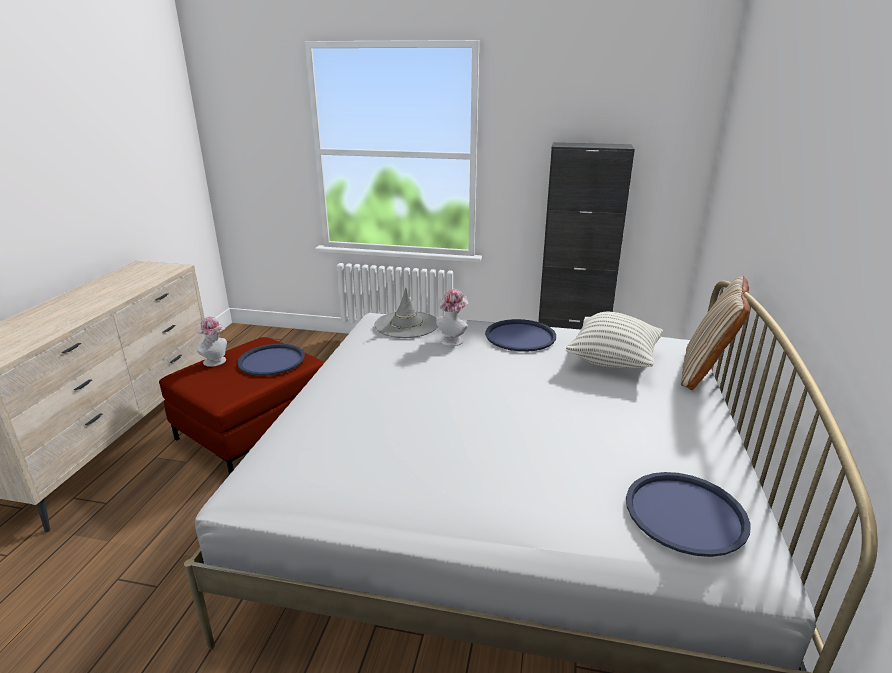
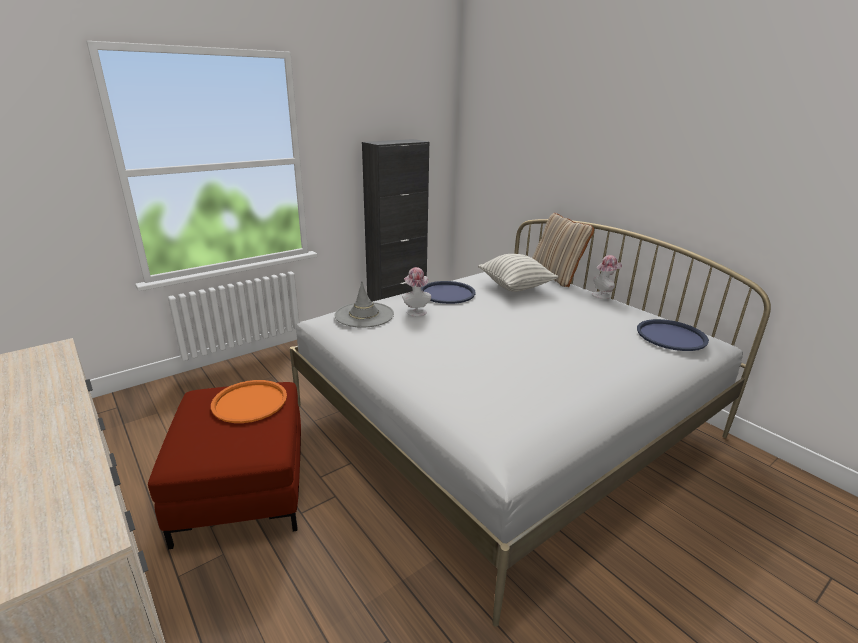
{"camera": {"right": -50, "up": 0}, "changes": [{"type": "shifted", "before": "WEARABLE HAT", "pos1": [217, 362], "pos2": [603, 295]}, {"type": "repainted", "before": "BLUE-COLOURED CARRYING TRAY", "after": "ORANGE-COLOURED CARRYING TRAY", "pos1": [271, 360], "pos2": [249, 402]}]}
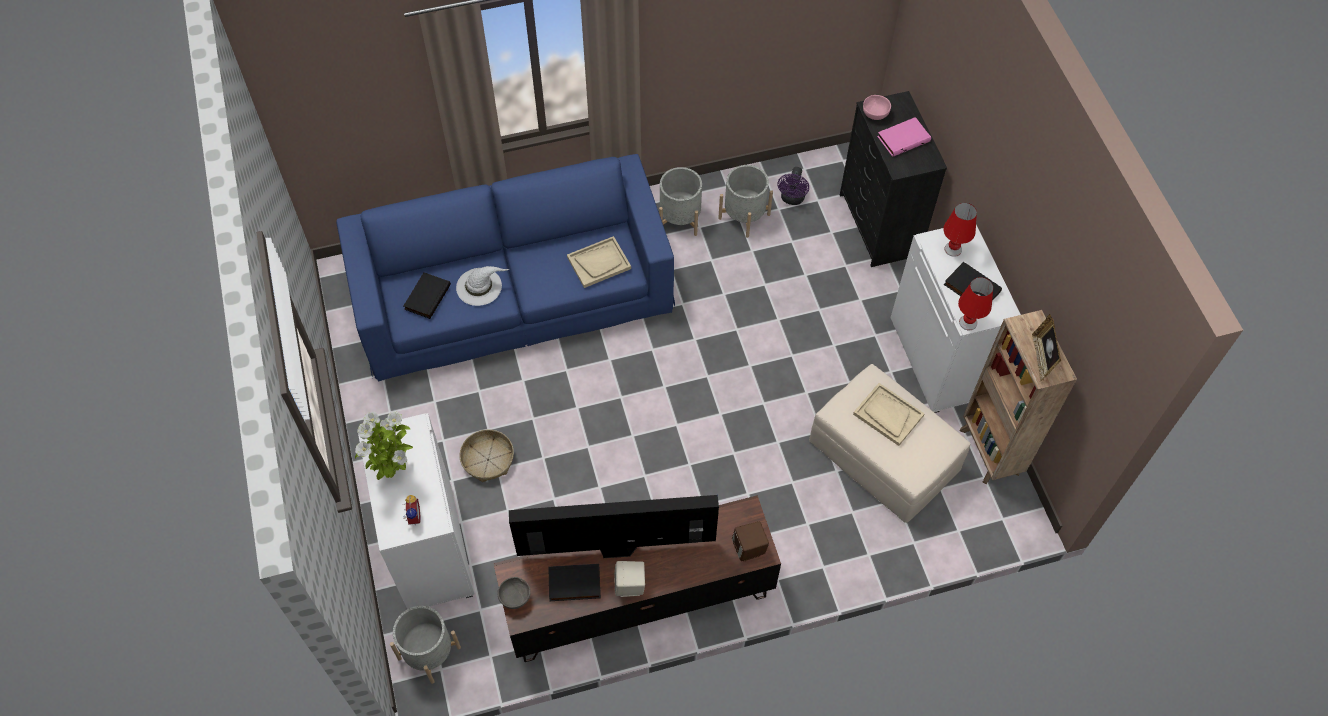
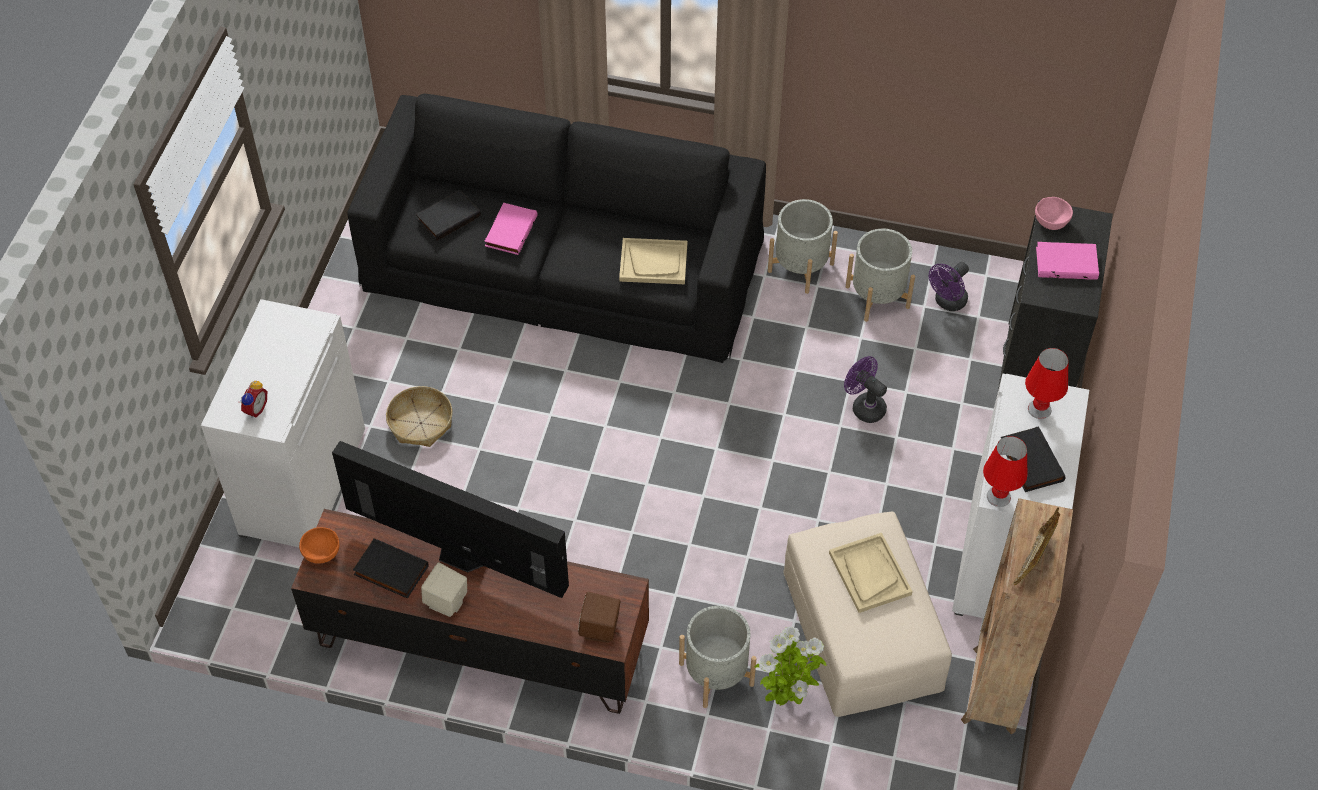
{"camera": {"right": 30, "up": -5}, "changes": [{"type": "repainted", "before": "BLUE-COLOURED COUCH", "after": "BLACK COUCH", "pos1": [513, 291], "pos2": [563, 262]}, {"type": "swapped", "before": "WHITE WEARABLE HAT", "after": "PINKISH BOOK", "pos1": [479, 286], "pos2": [510, 230]}, {"type": "shifted", "before": "HOUSEPLANT", "pos1": [394, 471], "pos2": [786, 699]}, {"type": "repainted", "before": "GREYISH SERVING BOWL", "after": "ORANGE-COLOURED SERVING BOWL", "pos1": [516, 598], "pos2": [322, 554]}, {"type": "shifted", "before": "GREYISH PLANTER", "pos1": [429, 653], "pos2": [716, 674]}, {"type": "new", "after": "PURPLE-COLOURED ELECTRIC FAN", "pos2": [864, 406]}]}
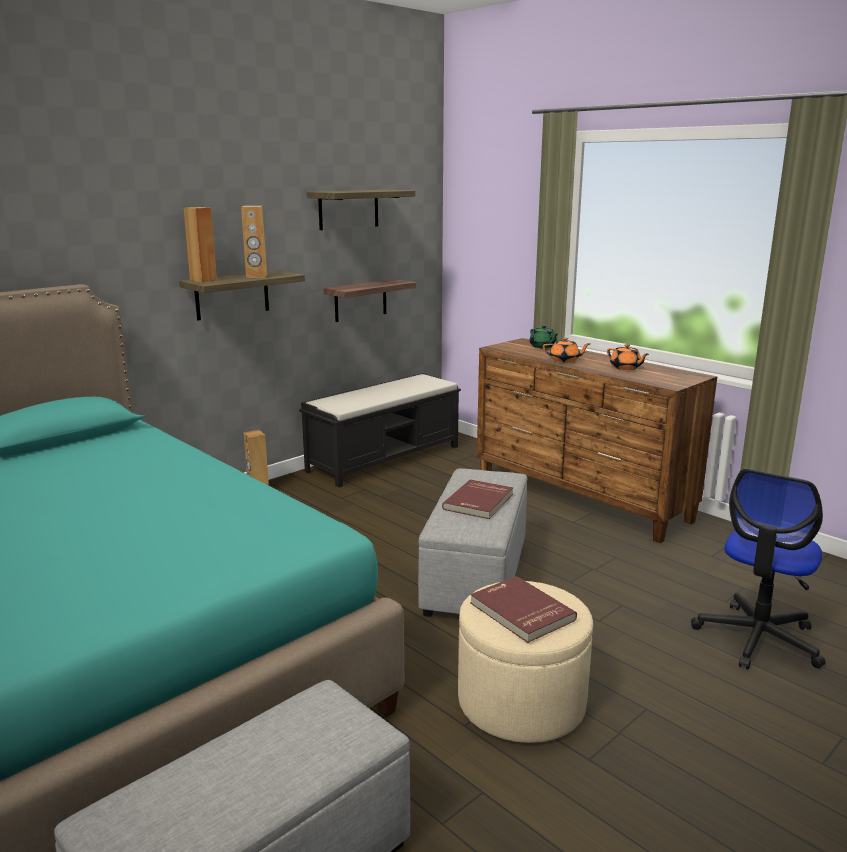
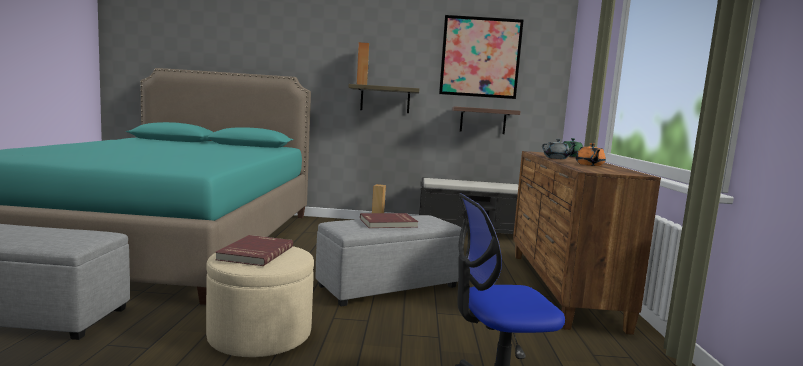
{"camera": {"right": 45, "up": -10}, "changes": [{"type": "swapped", "before": "WALL SHELF", "after": "WALL PICTURE", "pos1": [348, 209], "pos2": [480, 57]}, {"type": "gone", "before": "BROWN-COLOURED AUDIO SPEAKER", "pos1": [256, 276]}, {"type": "repainted", "before": "ORANGE-COLOURED TEA POT", "after": "GREYISH TEA POT", "pos1": [565, 360], "pos2": [556, 158]}]}
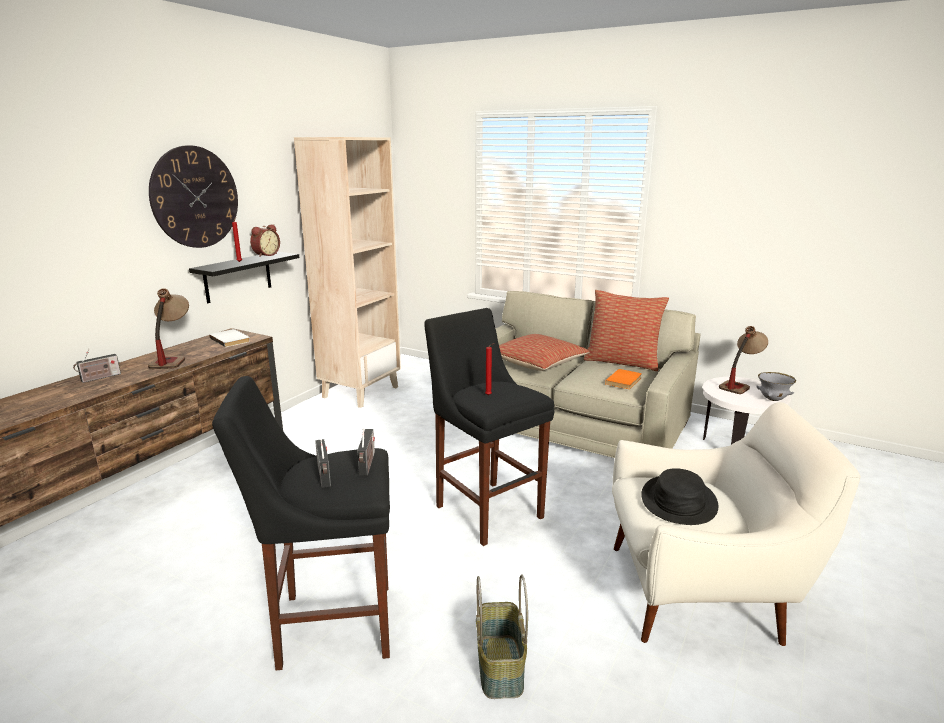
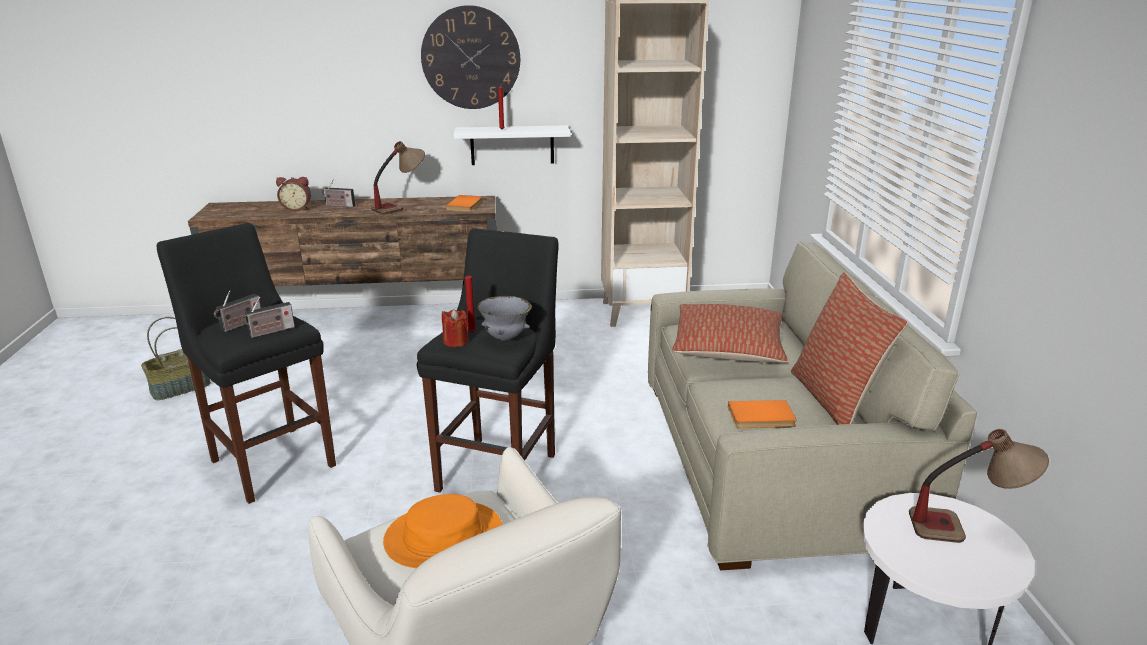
{"camera": {"right": 55, "up": 5}, "changes": [{"type": "shifted", "before": "BEDSIDE CLOCK", "pos1": [265, 255], "pos2": [296, 208]}, {"type": "repainted", "before": "BLACK WALL SHELF", "after": "WHITE WALL SHELF", "pos1": [238, 277], "pos2": [512, 145]}, {"type": "repainted", "before": "WHITE BOOK", "after": "ORANGE-COLOURED BOOK", "pos1": [231, 339], "pos2": [466, 205]}, {"type": "shifted", "before": "GREYISH SERVING BOWL", "pos1": [773, 399], "pos2": [505, 338]}, {"type": "repainted", "before": "BLACK WEARABLE HAT", "after": "ORANGE-COLOURED WEARABLE HAT", "pos1": [678, 501], "pos2": [444, 536]}, {"type": "shifted", "before": "BASKET", "pos1": [501, 667], "pos2": [180, 388]}, {"type": "new", "after": "REDDISH CANDLE", "pos2": [455, 342]}]}
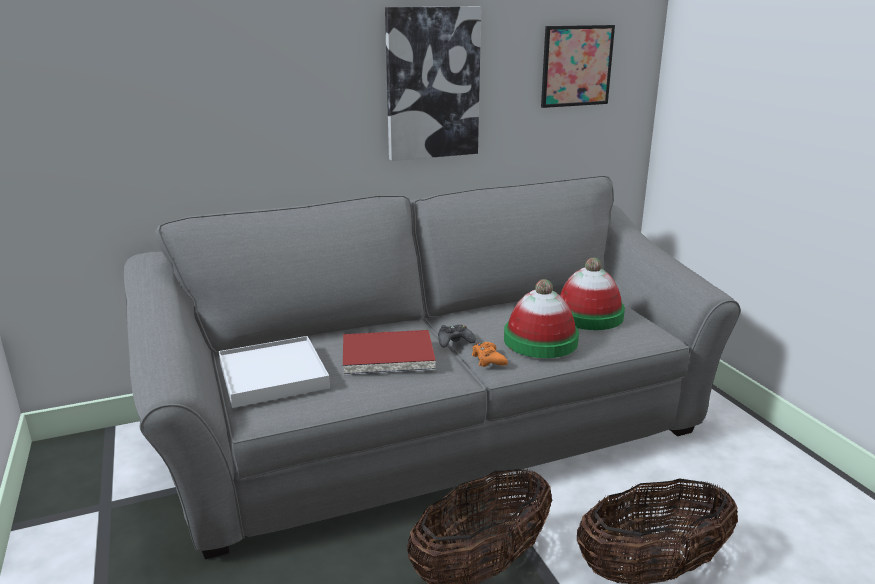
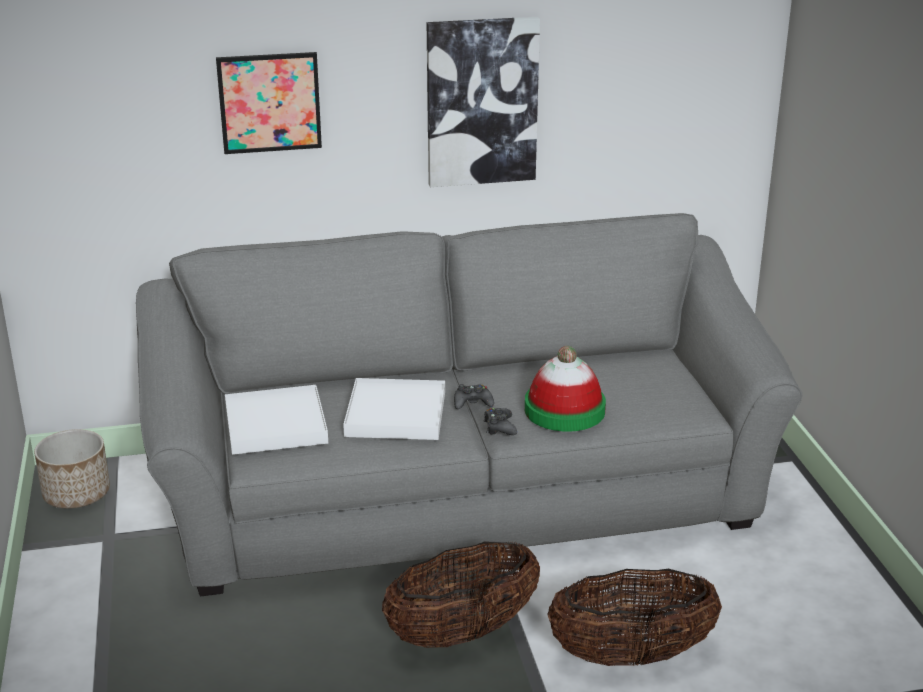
{"camera": {"right": 10, "up": 5}, "changes": [{"type": "shifted", "before": "WALL PICTURE", "pos1": [576, 66], "pos2": [269, 102]}, {"type": "gone", "before": "WEARABLE HAT", "pos1": [588, 315]}, {"type": "swapped", "before": "REDDISH BOOK", "after": "WHITE CARRYING TRAY", "pos1": [388, 356], "pos2": [395, 414]}, {"type": "repainted", "before": "ORANGE-COLOURED GAME CONTROLLER", "after": "BLACK GAME CONTROLLER", "pos1": [488, 360], "pos2": [499, 427]}, {"type": "new", "after": "PLANTER", "pos2": [76, 494]}]}
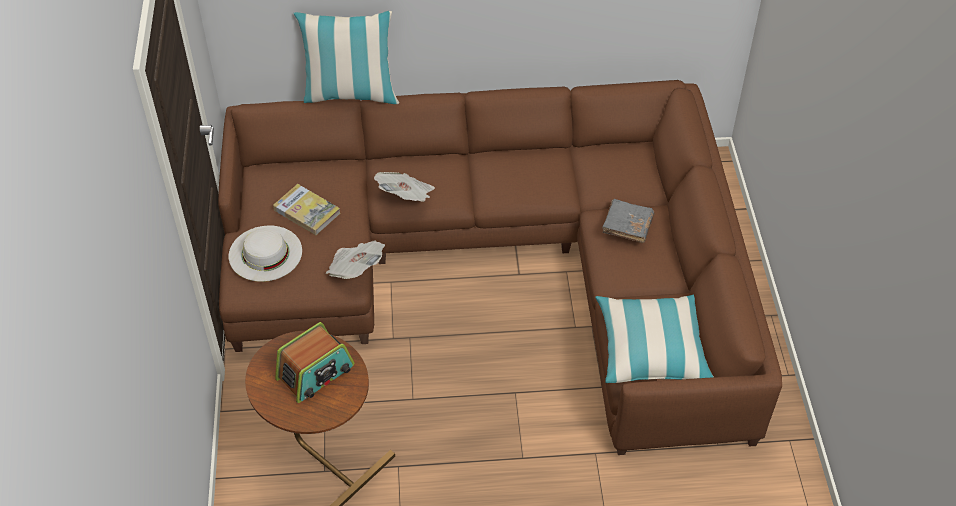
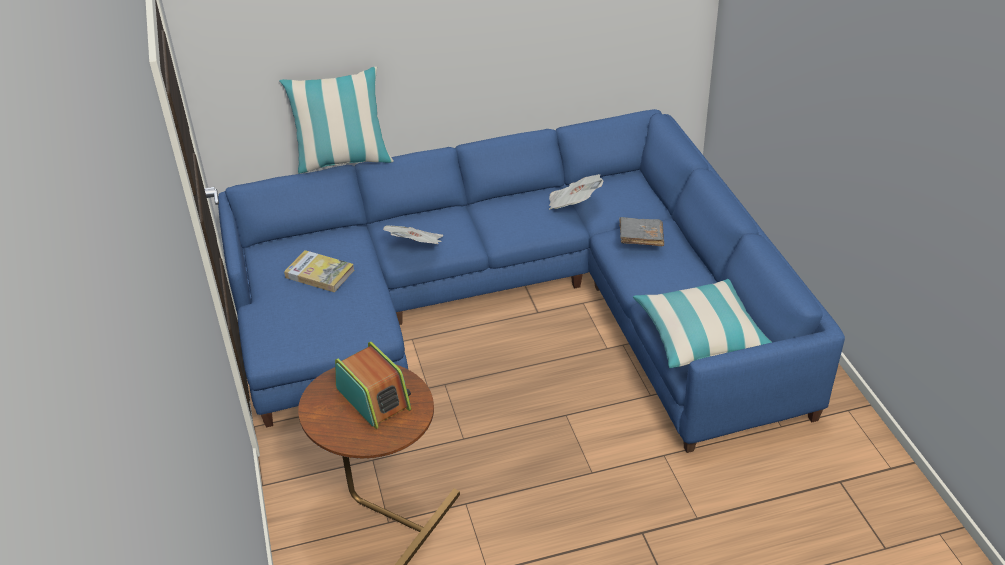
{"camera": {"right": -10, "up": -10}, "changes": [{"type": "repainted", "before": "BROWN-COLOURED COUCH", "after": "BLUE-COLOURED COUCH", "pos1": [504, 262], "pos2": [520, 304]}, {"type": "gone", "before": "WHITE WEARABLE HAT", "pos1": [265, 253]}, {"type": "shifted", "before": "DAILY PAPER", "pos1": [356, 269], "pos2": [573, 204]}, {"type": "rotated", "before": "RADIO SET", "pos1": [315, 373], "pos2": [374, 398], "turn": -75}]}
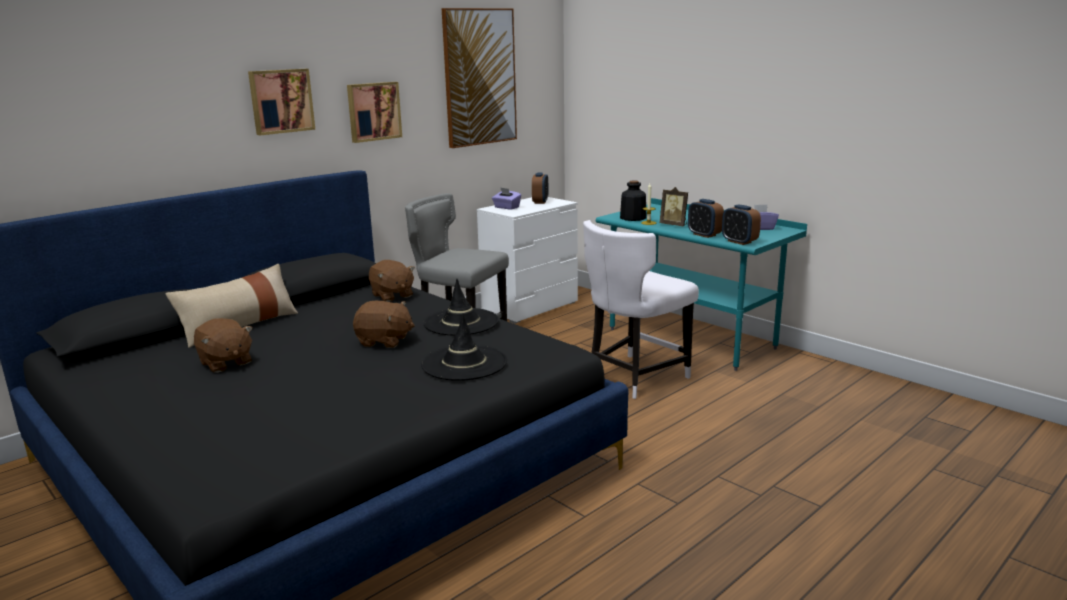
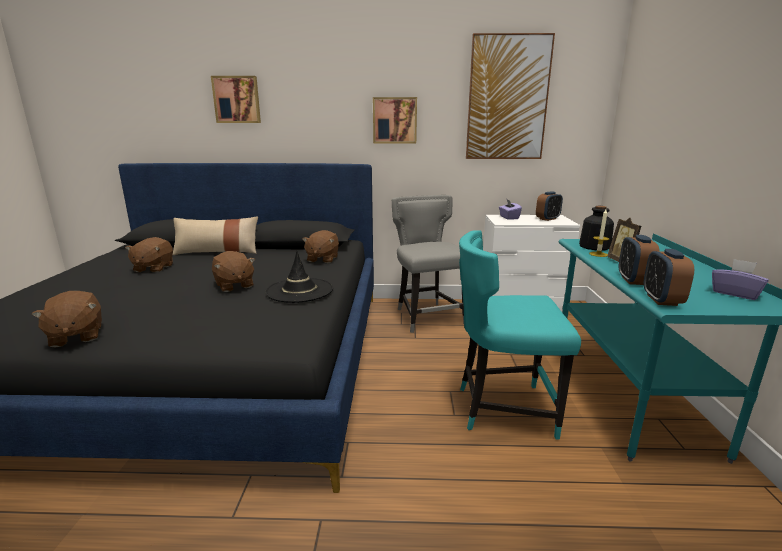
{"camera": {"right": 45, "up": 0}, "changes": [{"type": "shifted", "before": "WALL PICTURE", "pos1": [281, 101], "pos2": [237, 100]}, {"type": "repainted", "before": "WHITE PLAIN CHAIR", "after": "BLUE-GREEN PLAIN CHAIR", "pos1": [633, 377], "pos2": [502, 409]}, {"type": "gone", "before": "BLACK WEARABLE HAT", "pos1": [464, 363]}, {"type": "new", "after": "BROWN-COLOURED CUDDLY TOY", "pos2": [76, 336]}]}
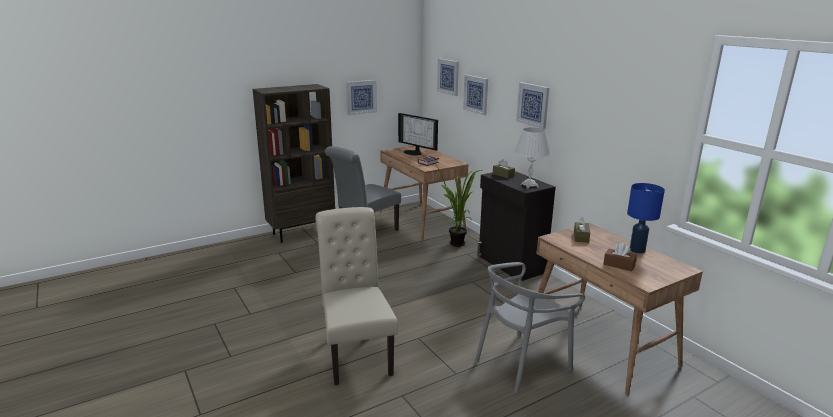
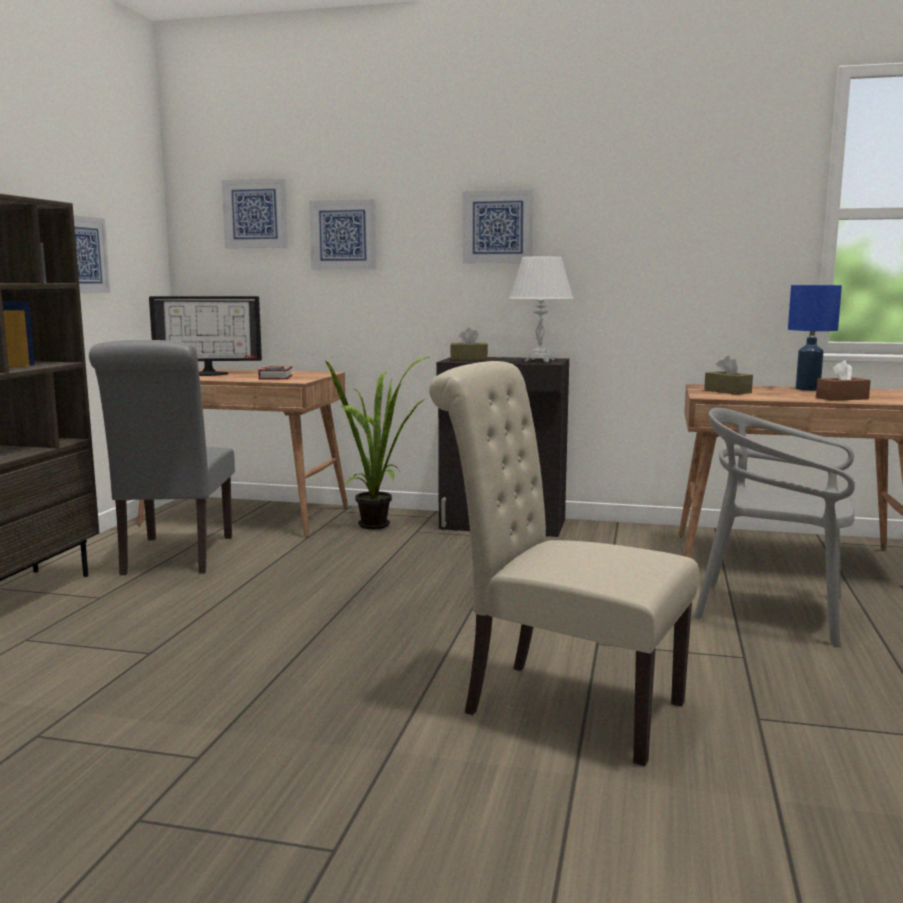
{"camera": {"right": -45, "up": -10}, "changes": [{"type": "rotated", "before": "GREYISH PLAIN CHAIR", "pos1": [521, 363], "pos2": [772, 610], "turn": 105}]}
